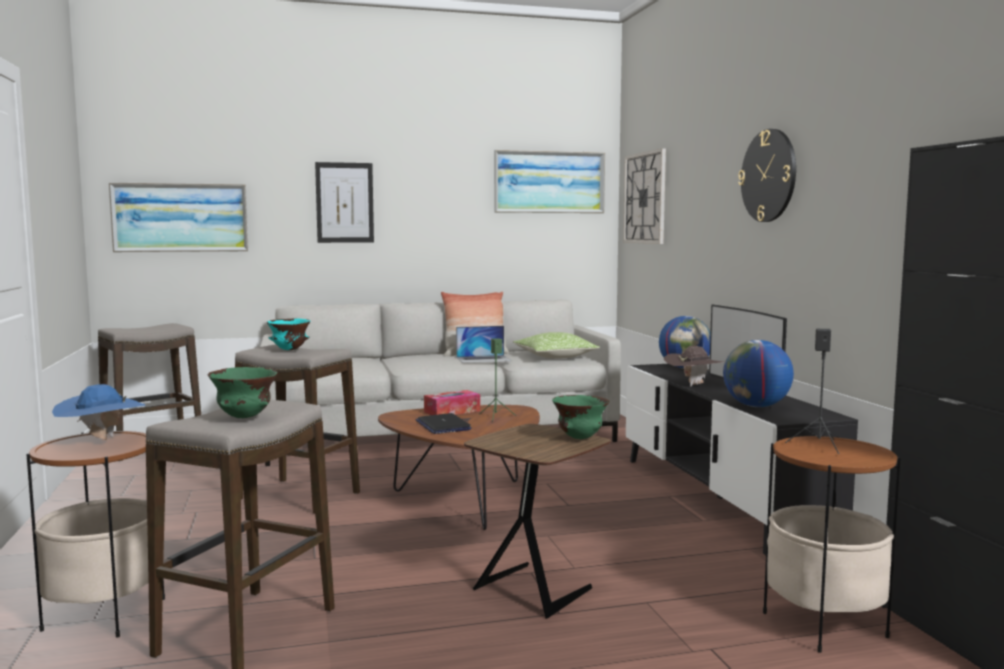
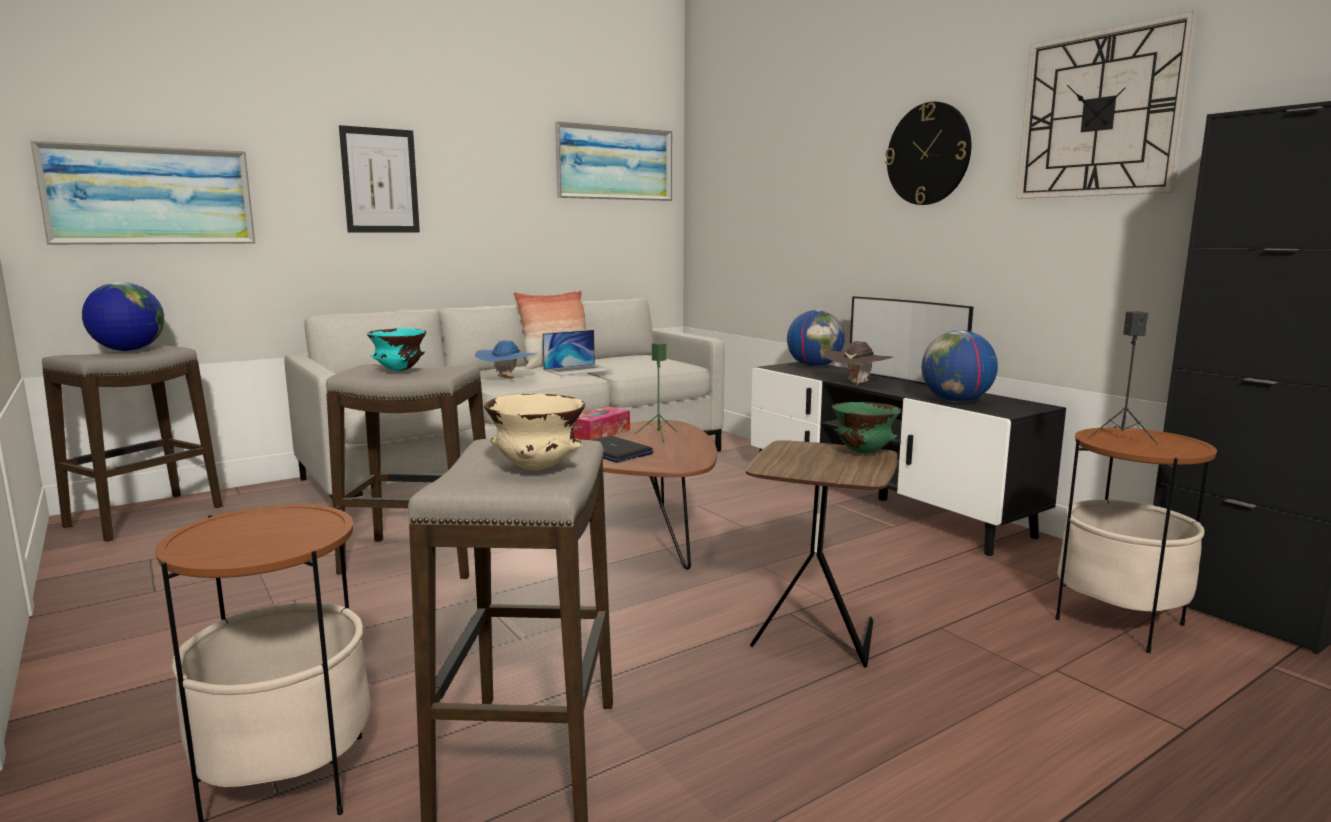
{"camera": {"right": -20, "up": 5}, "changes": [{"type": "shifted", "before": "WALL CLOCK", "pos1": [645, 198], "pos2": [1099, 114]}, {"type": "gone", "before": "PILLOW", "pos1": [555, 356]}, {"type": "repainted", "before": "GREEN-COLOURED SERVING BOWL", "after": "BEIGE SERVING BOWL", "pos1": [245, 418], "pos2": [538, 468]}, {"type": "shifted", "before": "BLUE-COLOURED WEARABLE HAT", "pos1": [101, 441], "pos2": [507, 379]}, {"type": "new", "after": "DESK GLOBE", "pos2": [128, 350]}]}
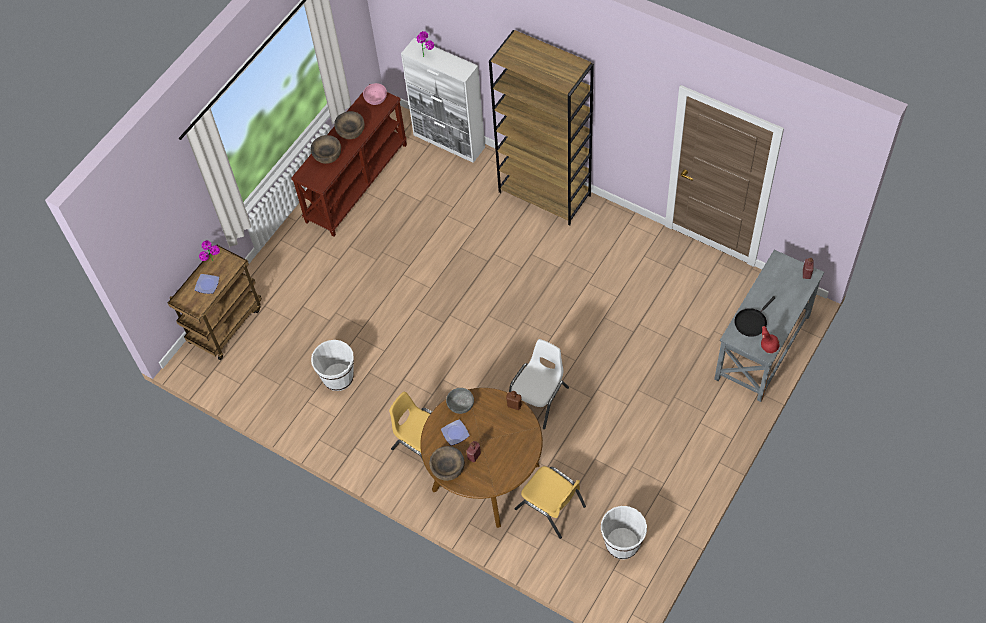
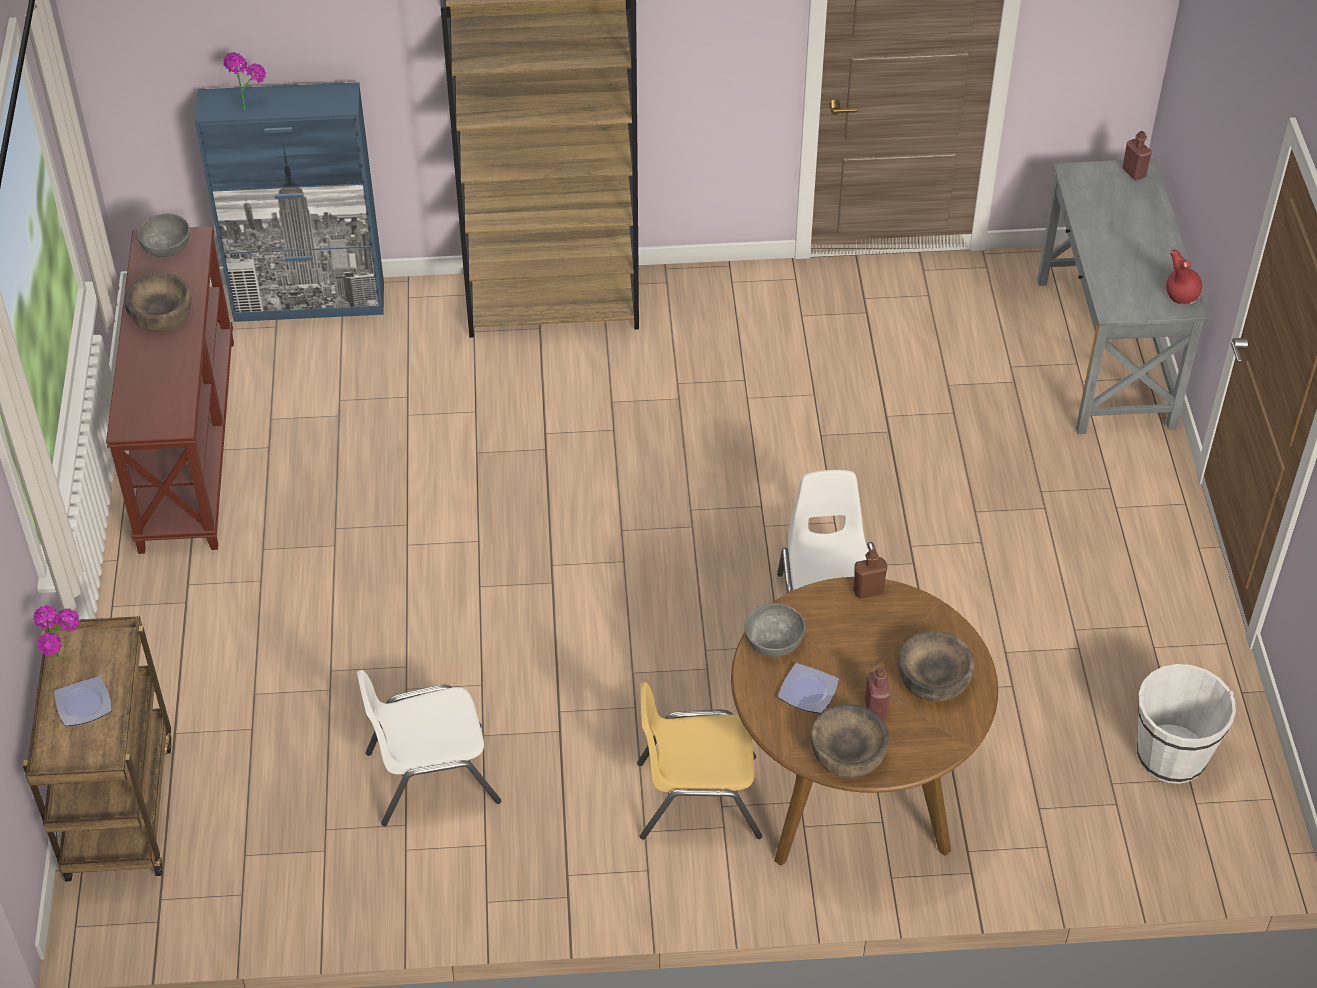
{"camera": {"right": -40, "up": -10}, "changes": [{"type": "repainted", "before": "WHITE STORAGE CABINET", "after": "BLUE-COLOURED STORAGE CABINET", "pos1": [449, 141], "pos2": [310, 302]}, {"type": "repainted", "before": "PINKISH SERVING BOWL", "after": "GREYISH SERVING BOWL", "pos1": [376, 98], "pos2": [167, 246]}, {"type": "shifted", "before": "BROWN-COLOURED SERVING BOWL", "pos1": [327, 155], "pos2": [934, 680]}, {"type": "gone", "before": "BLACK SKILLET", "pos1": [751, 322]}, {"type": "swapped", "before": "WHITE BUCKET", "after": "WHITE PLAIN CHAIR", "pos1": [338, 377], "pos2": [431, 776]}, {"type": "gone", "before": "YELLOW-COLOURED PLAIN CHAIR", "pos1": [550, 507]}]}
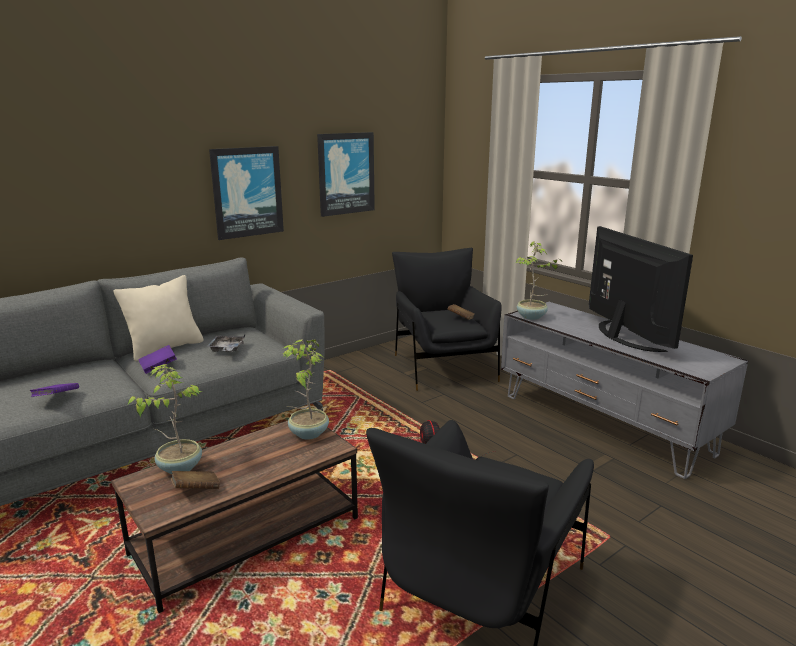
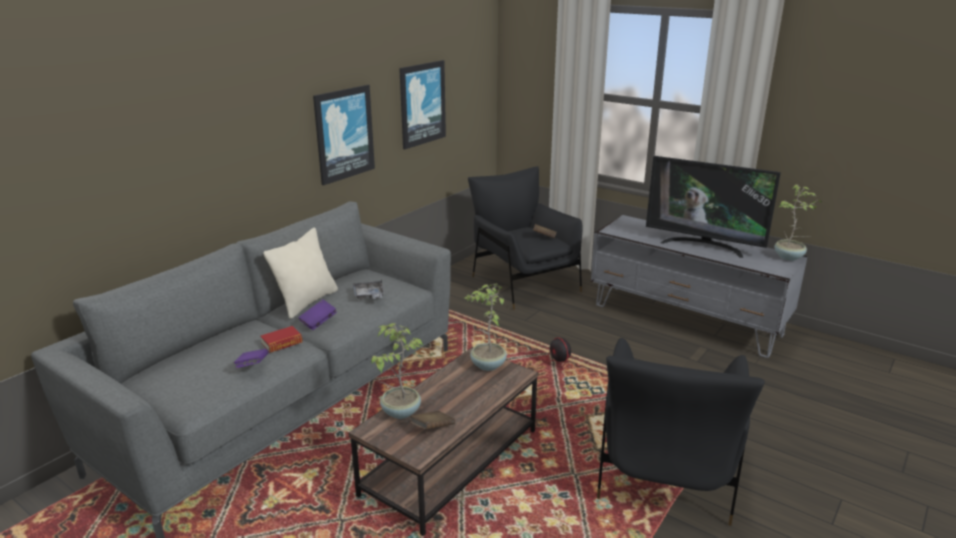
{"camera": {"right": -15, "up": 5}, "changes": [{"type": "rotated", "before": "TELEVISION", "pos1": [621, 337], "pos2": [703, 245], "turn": 150}, {"type": "shifted", "before": "HOUSEPLANT", "pos1": [531, 317], "pos2": [789, 257]}, {"type": "new", "after": "BOOK", "pos2": [282, 343]}]}
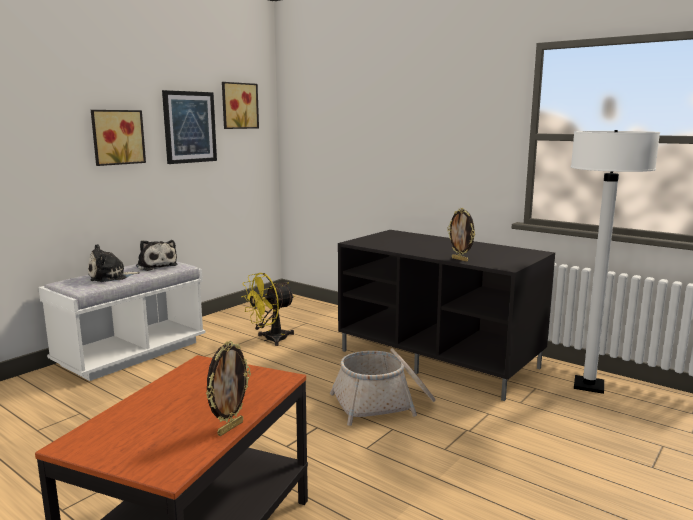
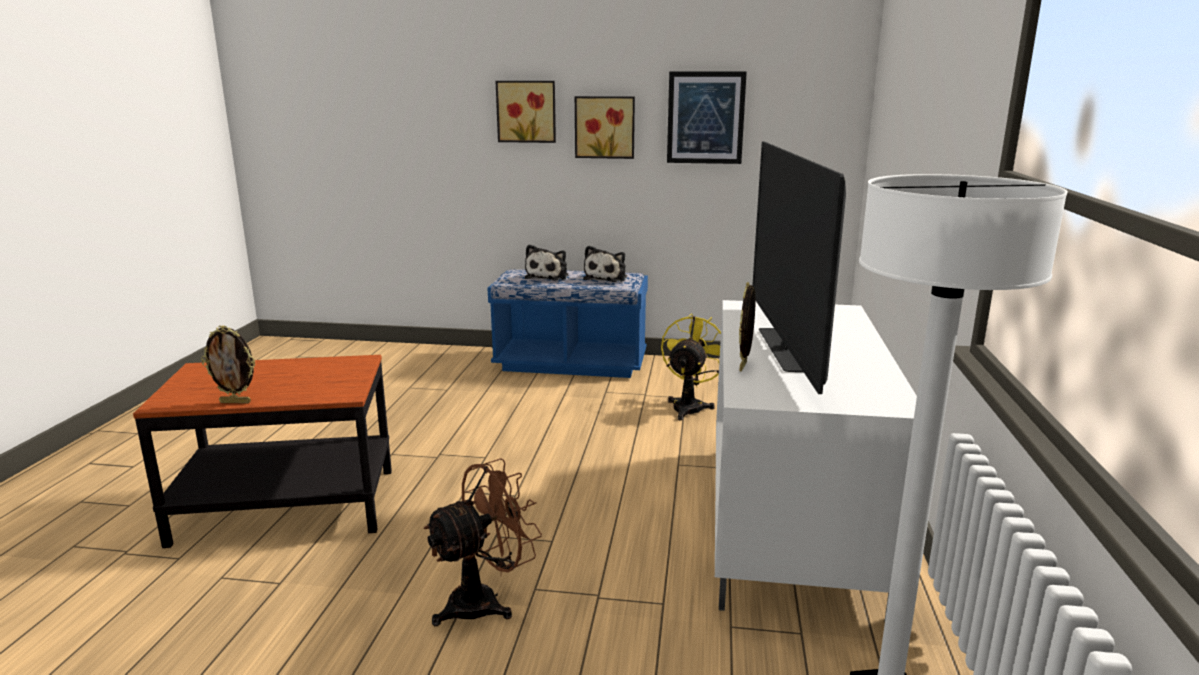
{"camera": {"right": 60, "up": 5}, "changes": [{"type": "shifted", "before": "WALL PICTURE", "pos1": [238, 106], "pos2": [527, 111]}, {"type": "repainted", "before": "BLACK MEDIA CONSOLE", "after": "WHITE MEDIA CONSOLE", "pos1": [440, 359], "pos2": [792, 525]}, {"type": "rotated", "before": "CUDDLY TOY", "pos1": [110, 277], "pos2": [548, 276], "turn": -105}, {"type": "repainted", "before": "WHITE INDOOR BENCH", "after": "BLUE-COLOURED INDOOR BENCH", "pos1": [131, 353], "pos2": [571, 364]}, {"type": "rotated", "before": "YELLOW-COLOURED ELECTRIC FAN", "pos1": [270, 339], "pos2": [690, 406], "turn": 90}, {"type": "gone", "before": "BASKET", "pos1": [384, 403]}, {"type": "new", "after": "TELEVISION", "pos2": [782, 350]}, {"type": "new", "after": "BROWN-COLOURED ELECTRIC FAN", "pos2": [484, 601]}]}
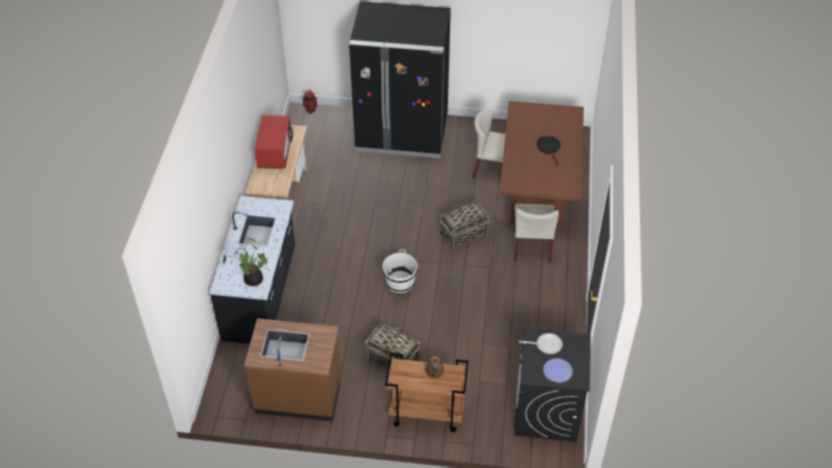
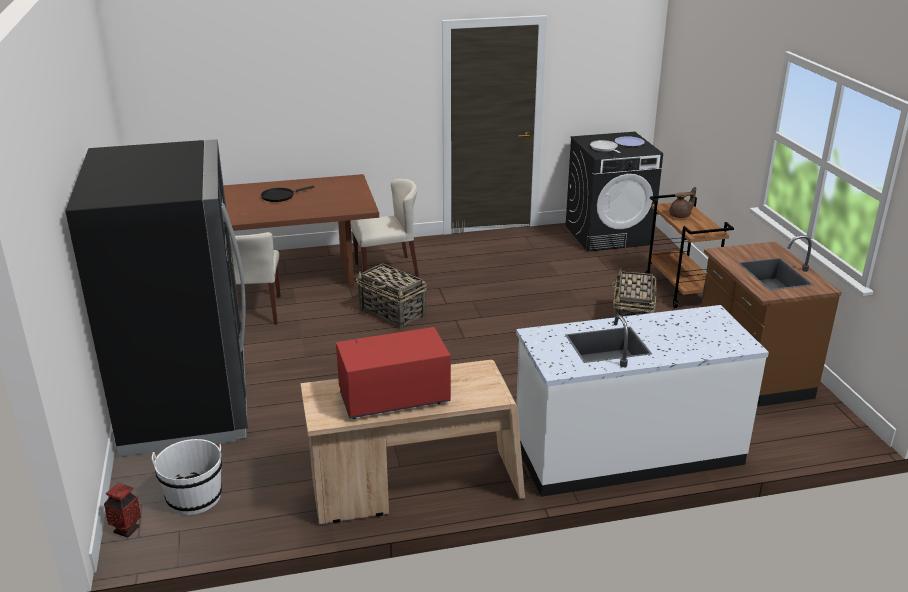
{"camera": {"right": -110, "up": -20}, "changes": [{"type": "repainted", "before": "BLACK KITCHEN BASE UNIT", "after": "WHITE KITCHEN BASE UNIT", "pos1": [261, 294], "pos2": [627, 452]}, {"type": "gone", "before": "HOUSEPLANT", "pos1": [252, 280]}, {"type": "shifted", "before": "WHITE BUCKET", "pos1": [400, 282], "pos2": [194, 497]}]}
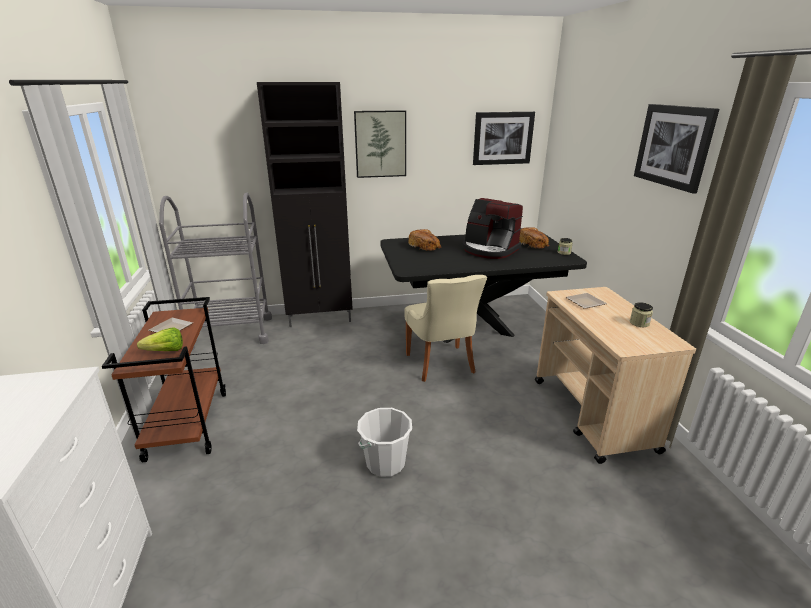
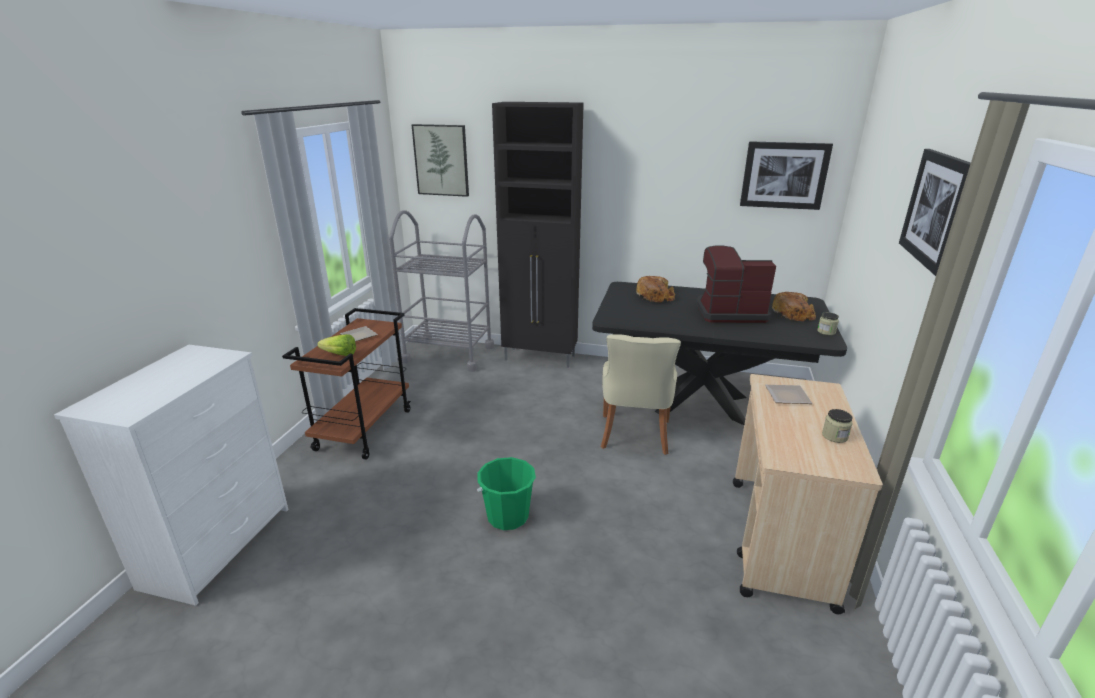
{"camera": {"right": 25, "up": 0}, "changes": [{"type": "shifted", "before": "WALL PICTURE", "pos1": [380, 144], "pos2": [441, 160]}, {"type": "rotated", "before": "COFFEE BREWER", "pos1": [489, 250], "pos2": [729, 312], "turn": 120}, {"type": "repainted", "before": "WHITE BUCKET", "after": "GREEN-COLOURED BUCKET", "pos1": [385, 463], "pos2": [508, 516]}]}
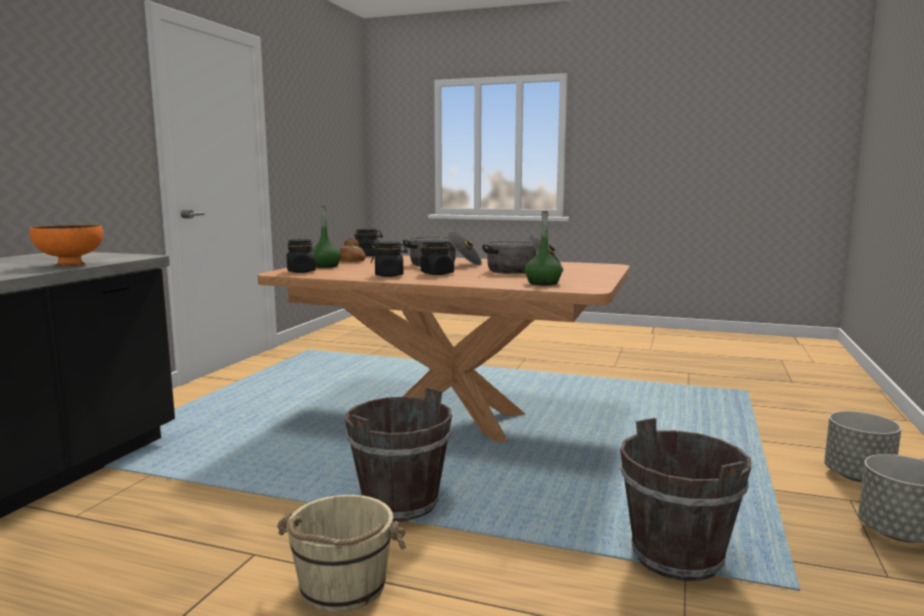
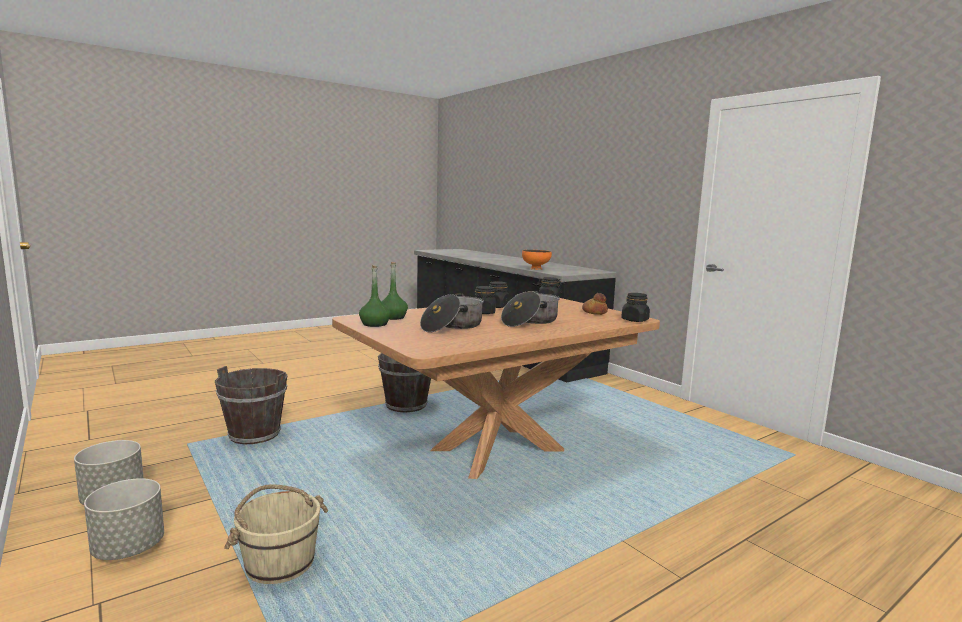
{"camera": {"right": 125, "up": 0}, "changes": [{"type": "shifted", "before": "GREEN-COLOURED DRINK BOTTLE", "pos1": [325, 266], "pos2": [375, 324]}, {"type": "shifted", "before": "BEIGE BUCKET", "pos1": [342, 587], "pos2": [279, 562]}]}
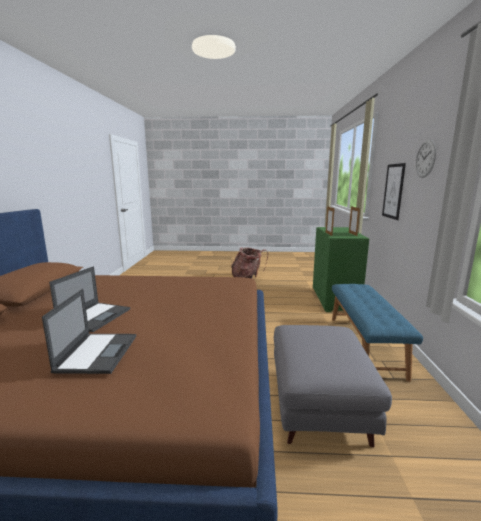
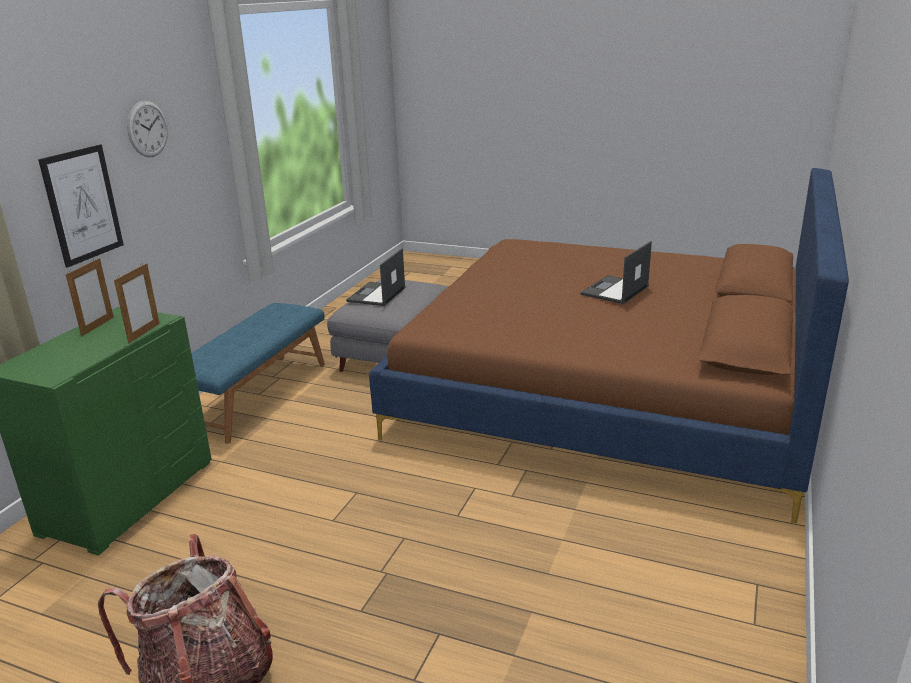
{"camera": {"right": -160, "up": 10}, "changes": [{"type": "shifted", "before": "LAPTOP", "pos1": [98, 352], "pos2": [376, 295]}]}
